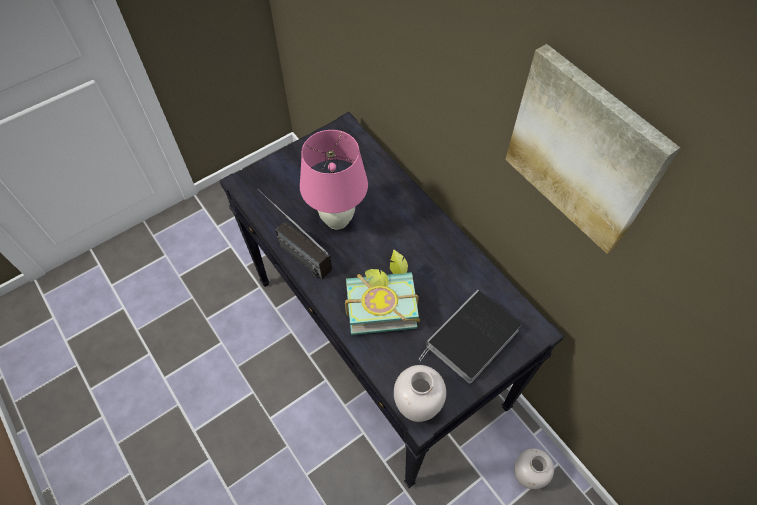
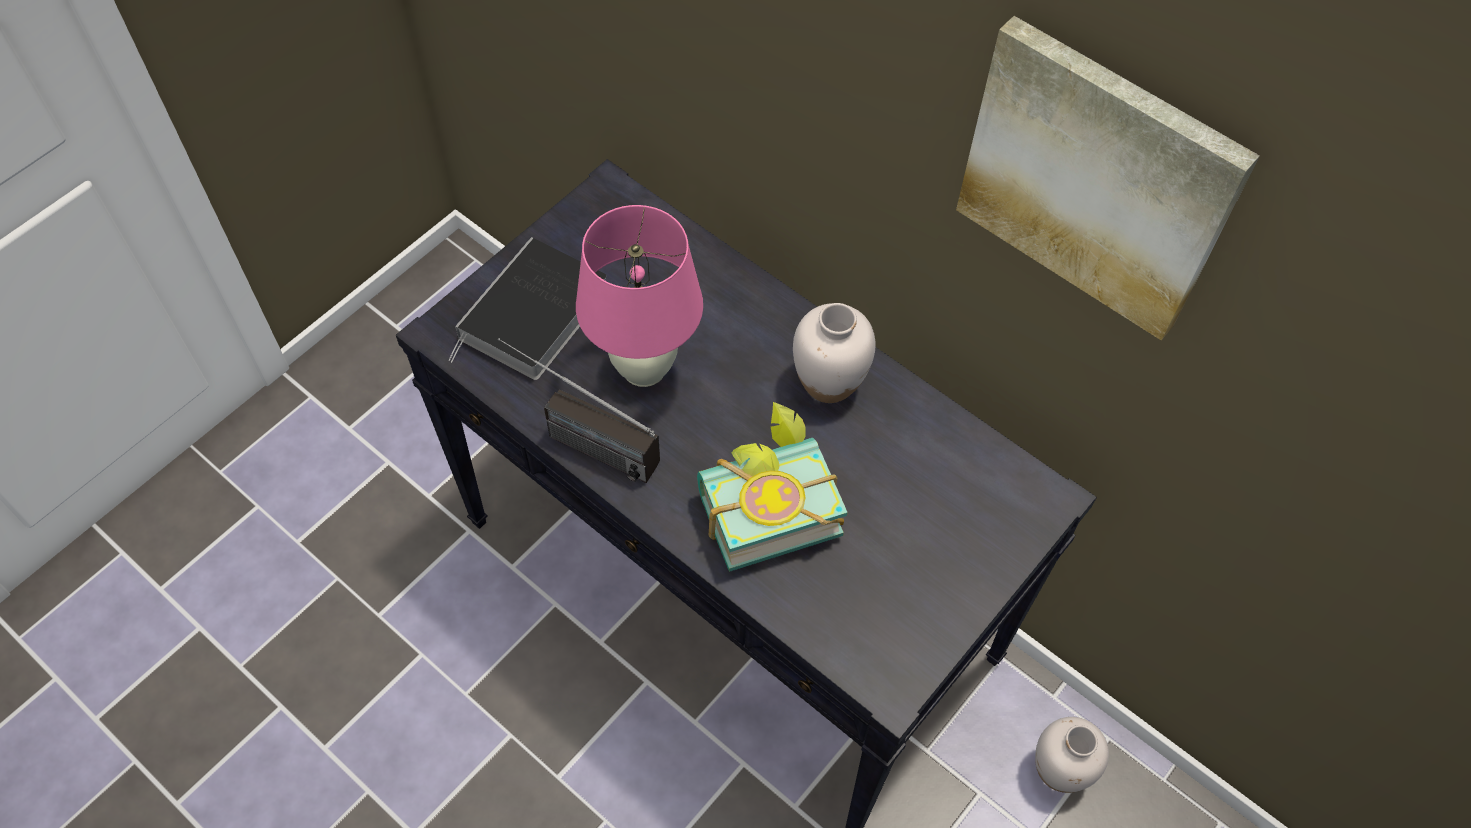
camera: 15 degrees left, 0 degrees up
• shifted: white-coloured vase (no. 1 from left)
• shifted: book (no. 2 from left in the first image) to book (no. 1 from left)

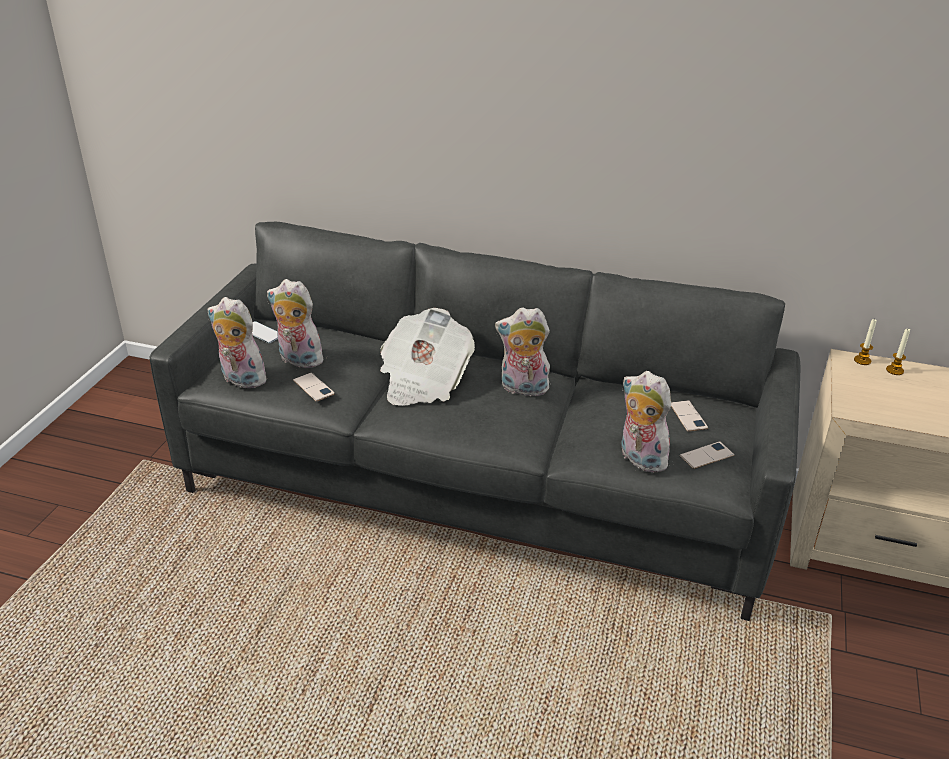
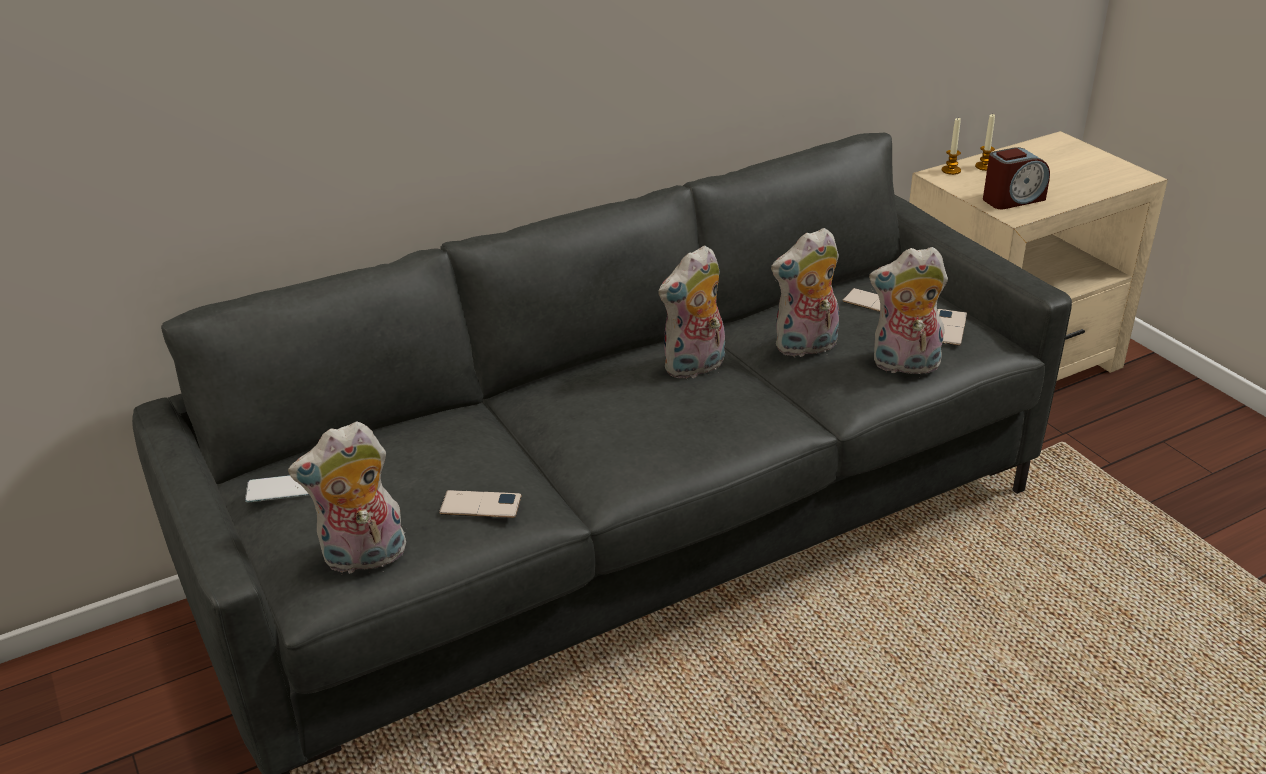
camera: 45 degrees left, 0 degrees up
• shifted: plush toy (no. 2 from left in the first image) to plush toy (no. 3 from left)
• gone: printed paper
• new: bedside clock

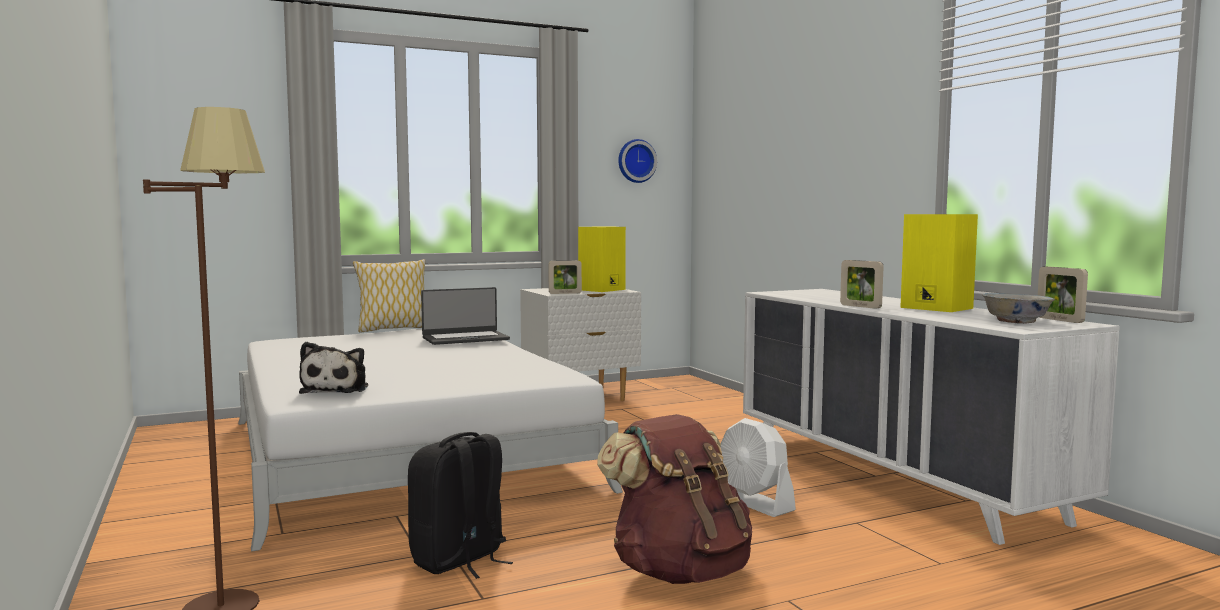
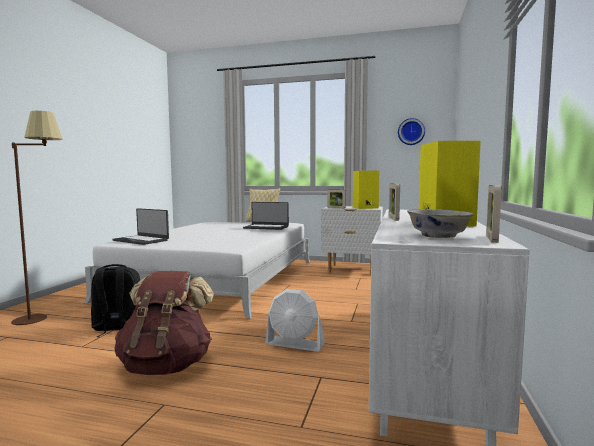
camera: 40 degrees right, 0 degrees up
• swapped: plush toy to laptop (no. 1 from left)
• rotated: white-coloured fan 75 degrees counterclockwise

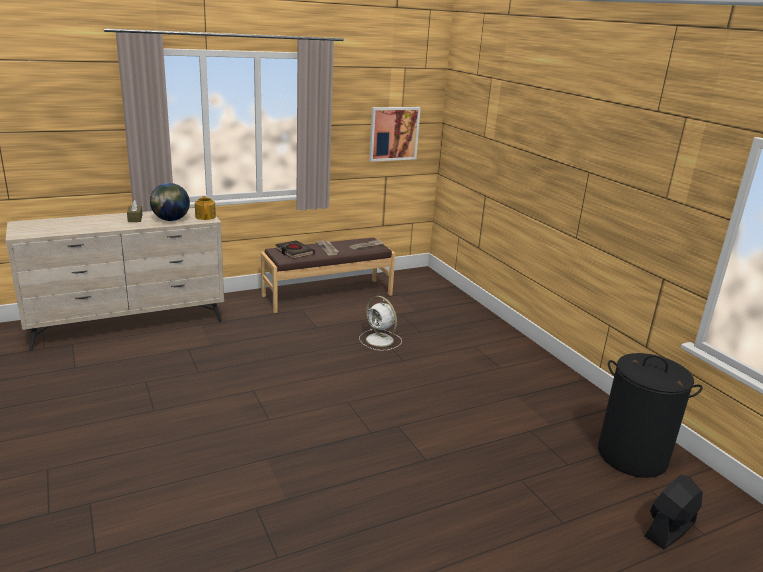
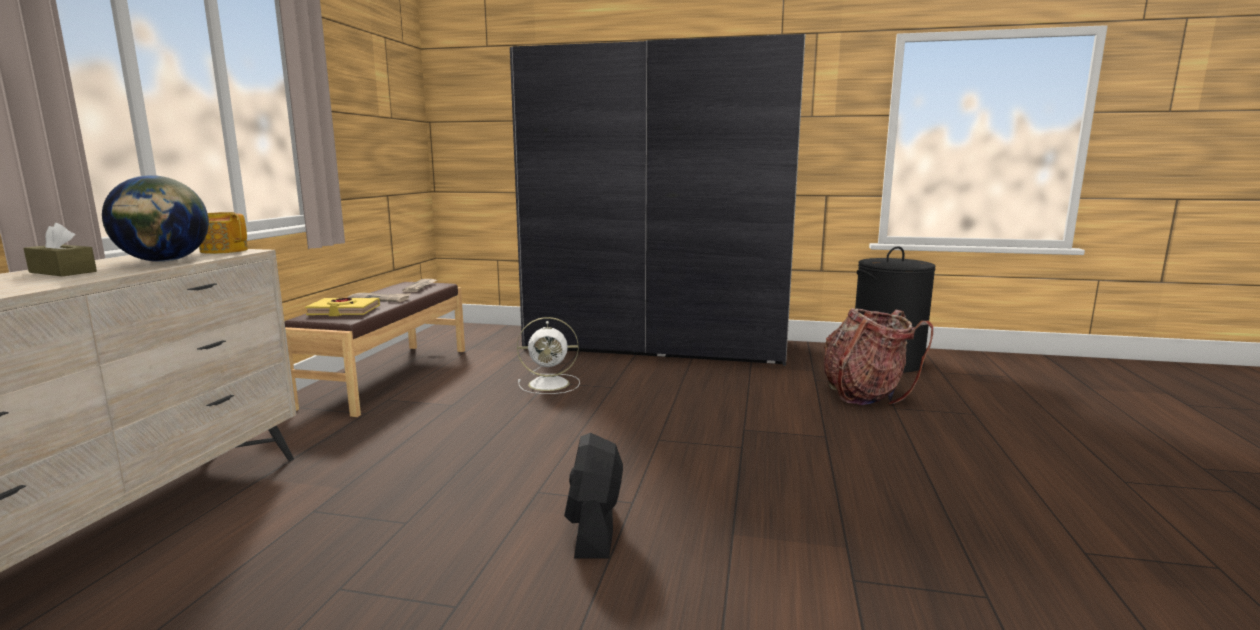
camera: 50 degrees left, 10 degrees down
• repainted: black-coloured book to yellowish book
• gone: picture
• shifted: black-coloured fan
• new: grey clothes cupboard
• new: backpack

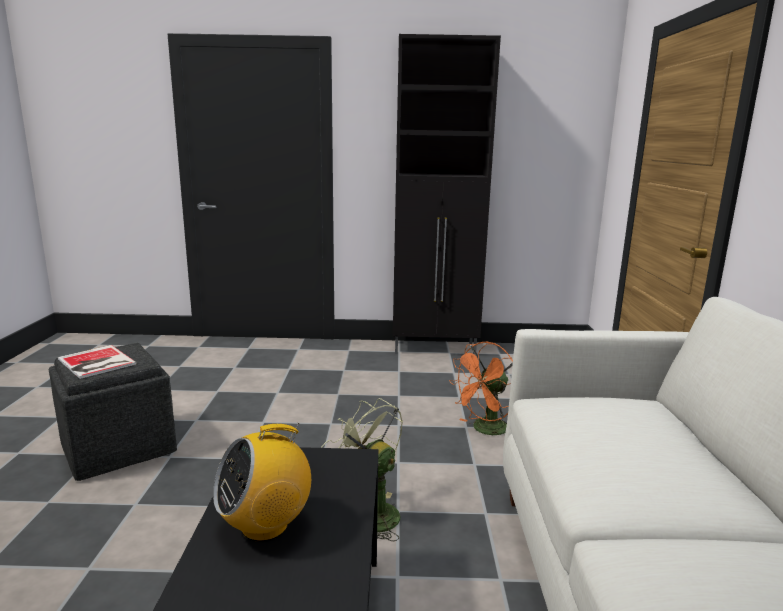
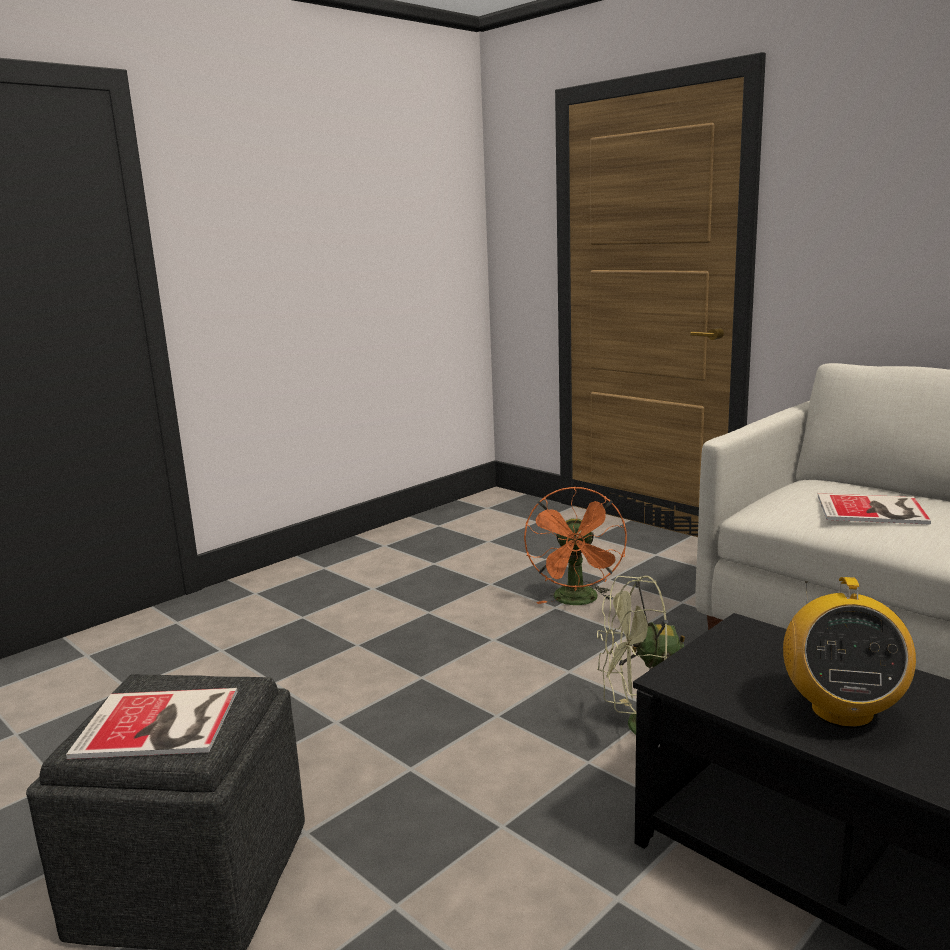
camera: 45 degrees left, 0 degrees up
• gone: black-coloured cupboard
• new: book (no. 2 from left)

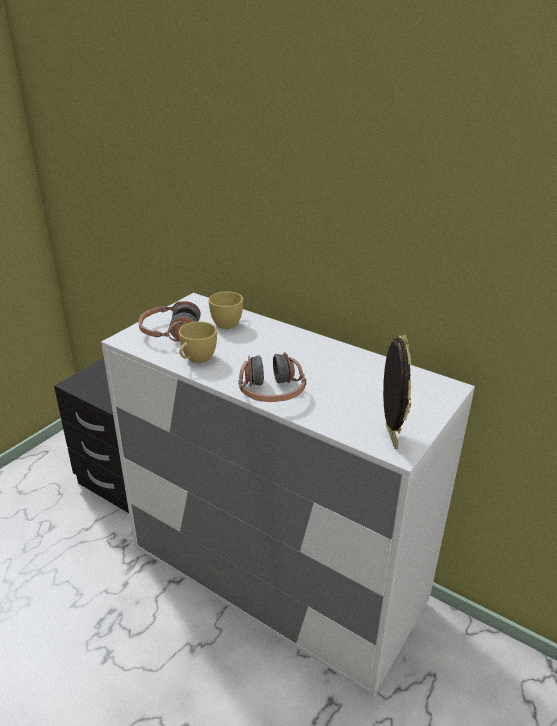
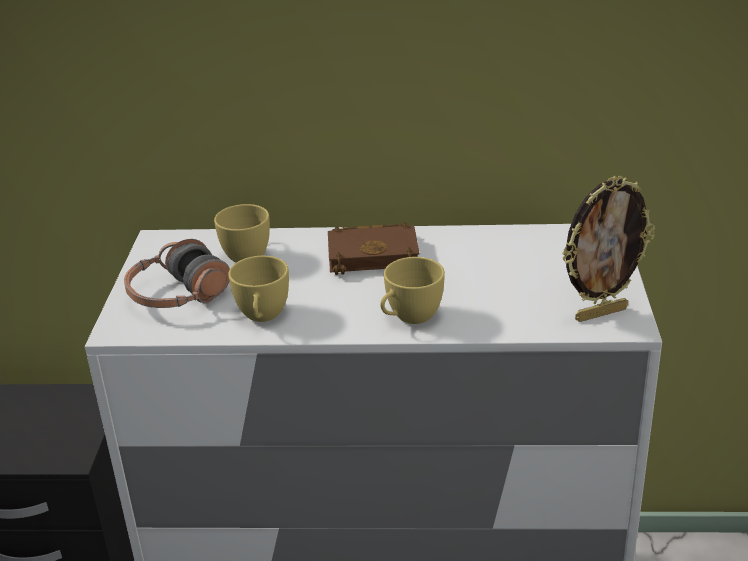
camera: 30 degrees left, 0 degrees up
• swapped: headset (no. 2 from left) to yellowish drinking cup (no. 3 from left)
• rotated: standing frame 105 degrees clockwise
• new: brown-coloured book

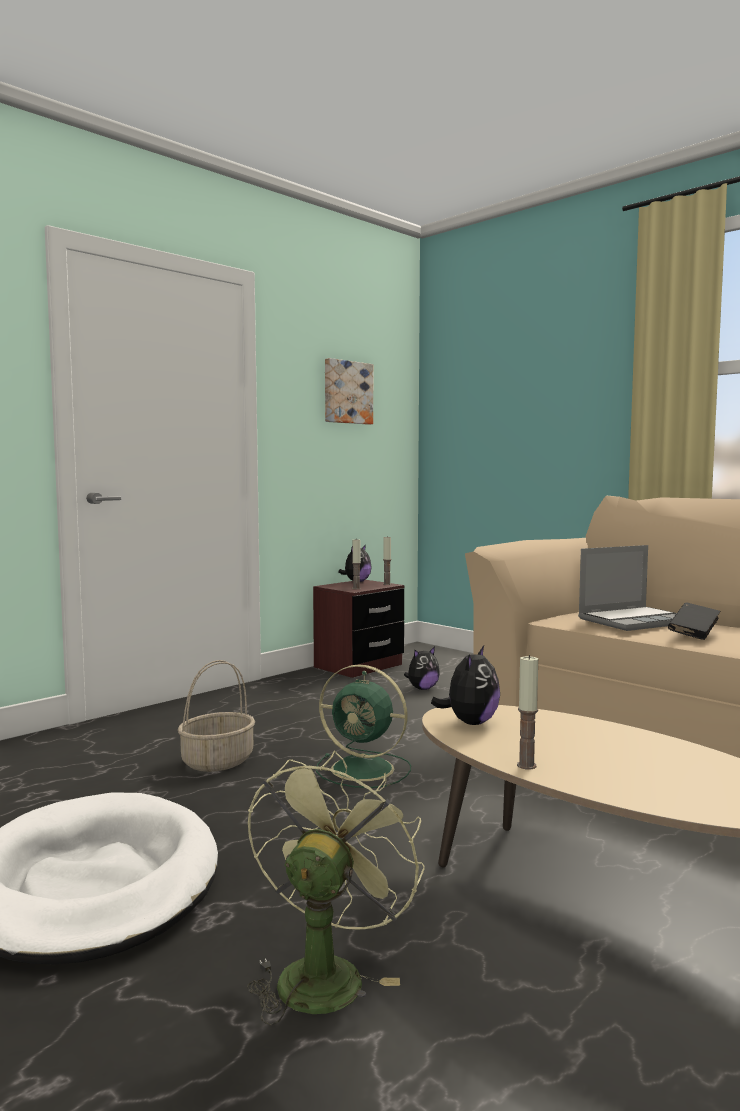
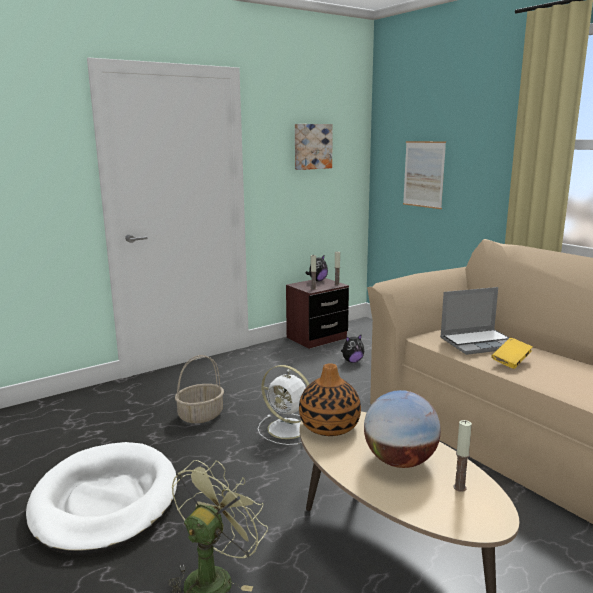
camera: 10 degrees right, 10 degrees up
• repainted: greenish fan (no. 2 from left) to white-coloured fan
• swapped: plush toy (no. 3 from left) to vase
• shifted: wax candle (no. 3 from left)
• repainted: black-coloured book to yellowish book
• new: globe
• new: picture (no. 2 from left)

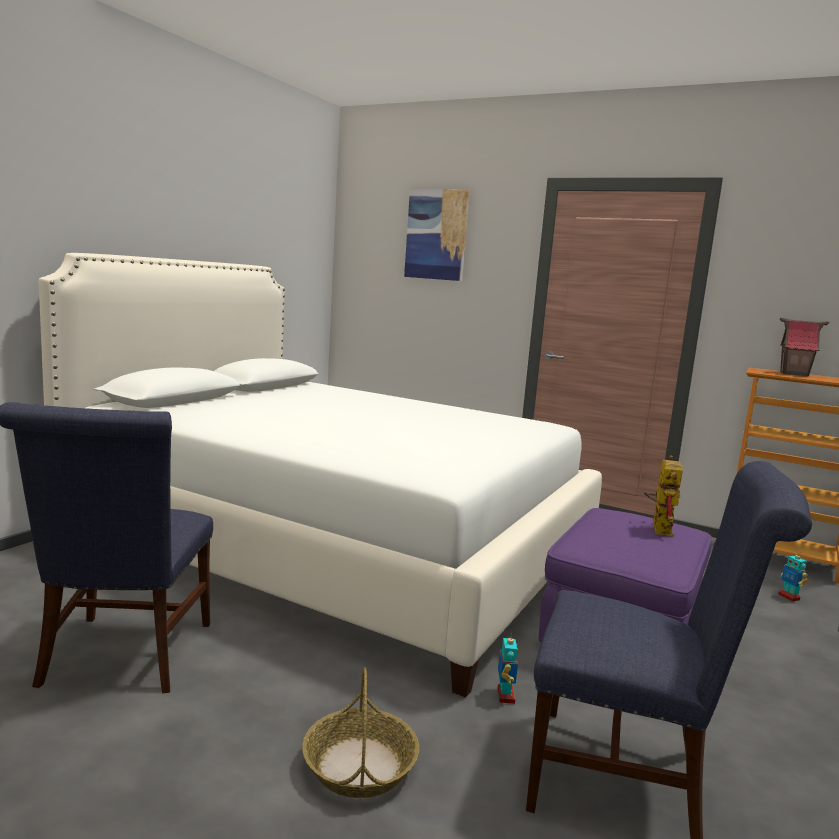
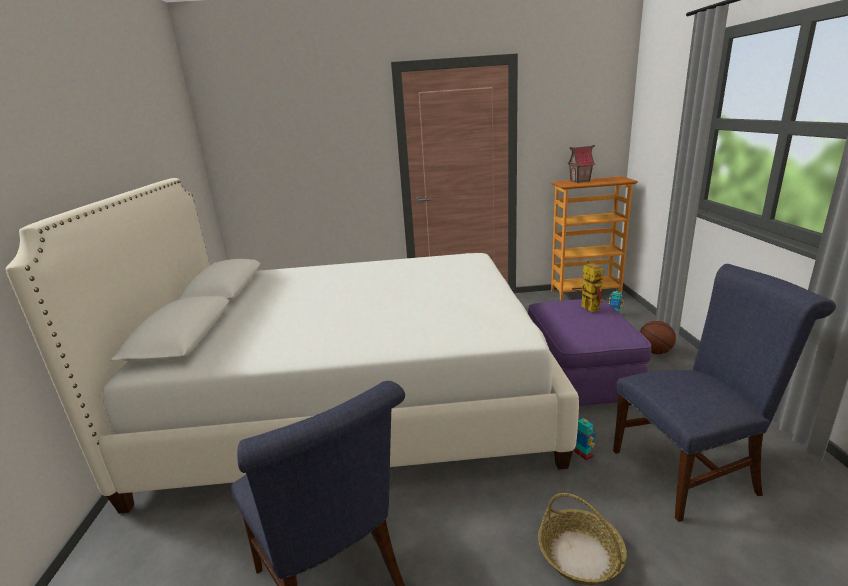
camera: 30 degrees left, 10 degrees up
• gone: picture
• new: basketball

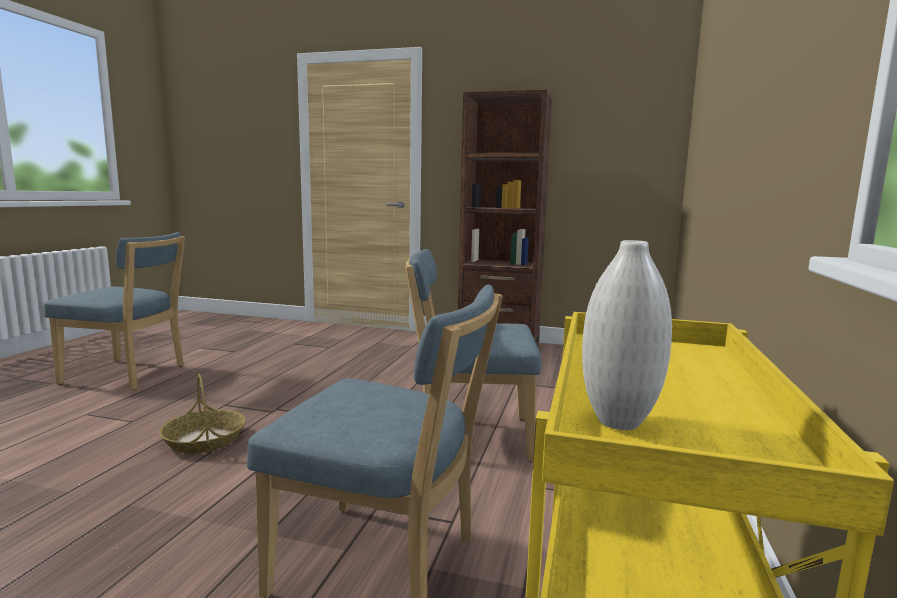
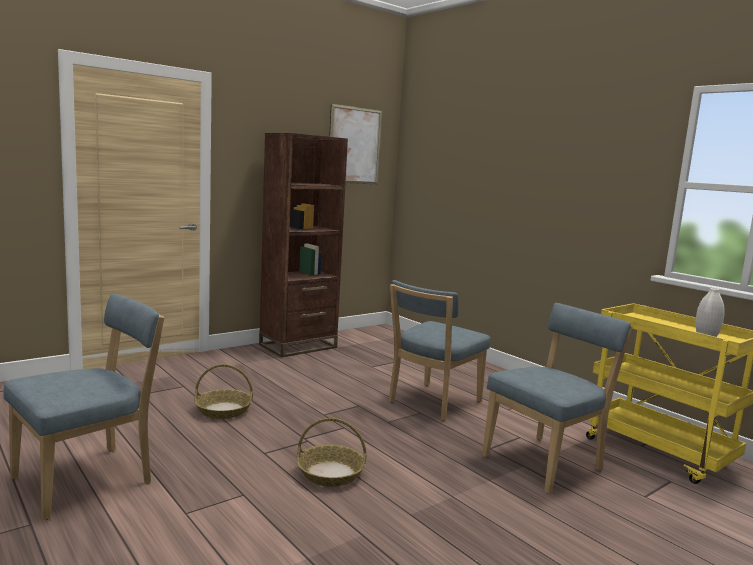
camera: 55 degrees left, 0 degrees up
• new: basket (no. 1 from left)
• new: picture

